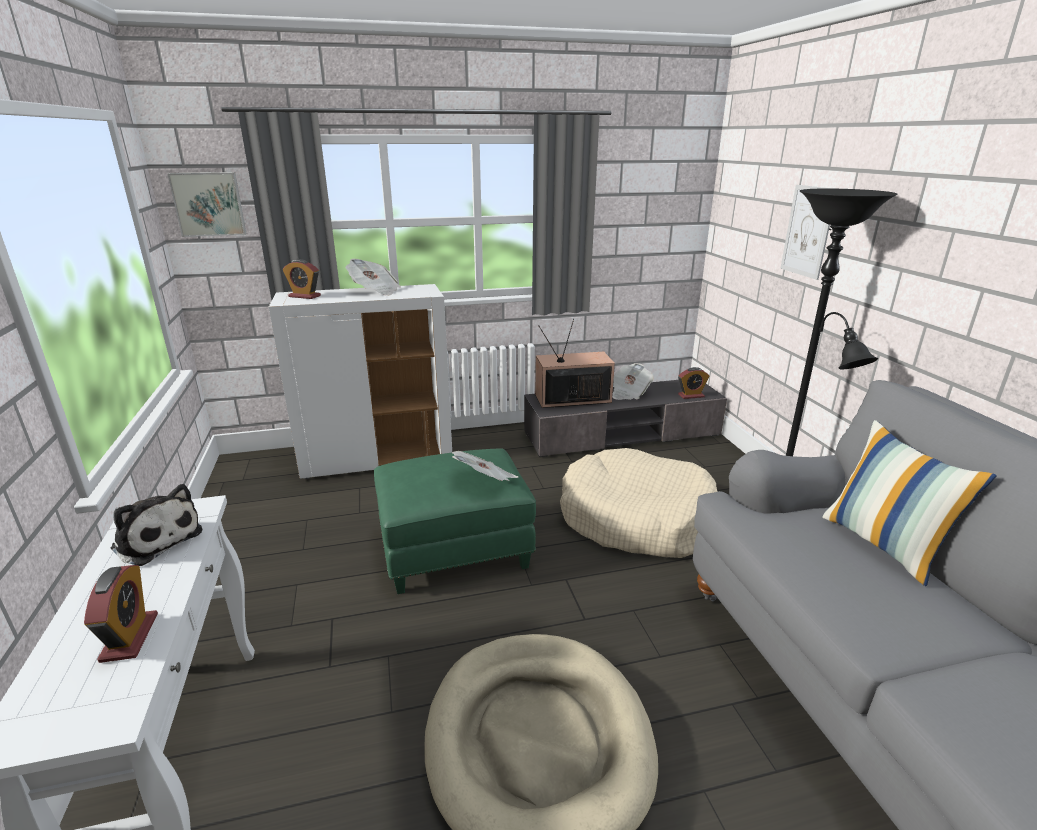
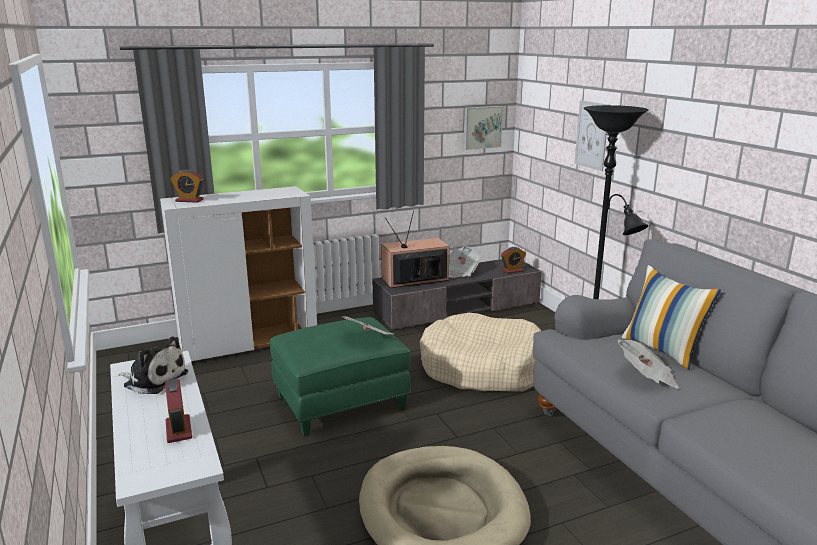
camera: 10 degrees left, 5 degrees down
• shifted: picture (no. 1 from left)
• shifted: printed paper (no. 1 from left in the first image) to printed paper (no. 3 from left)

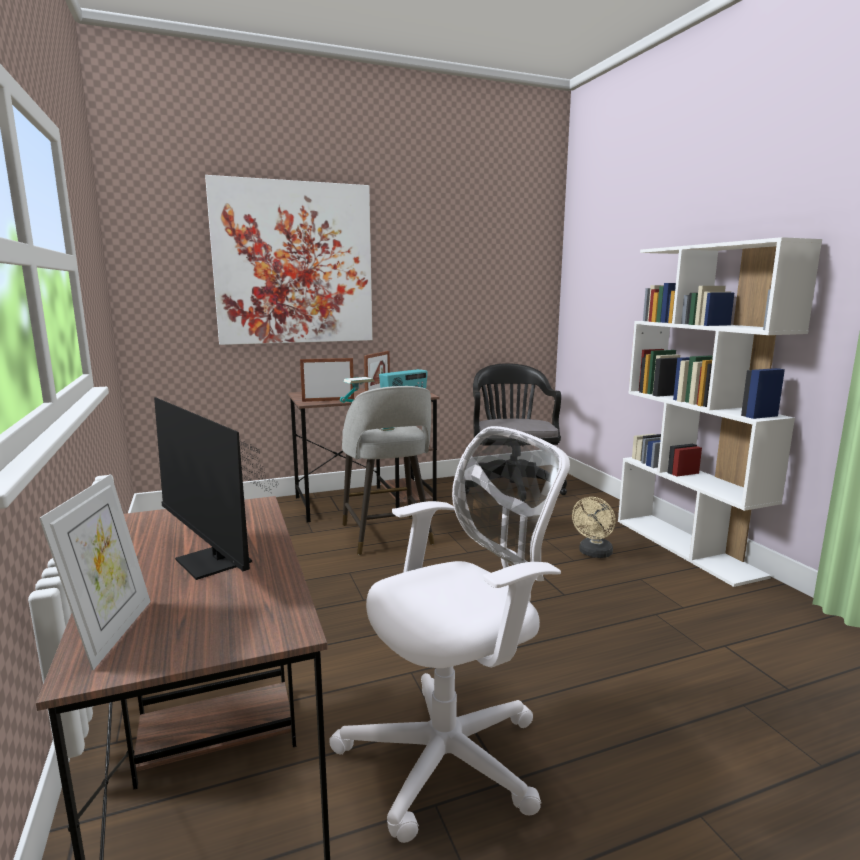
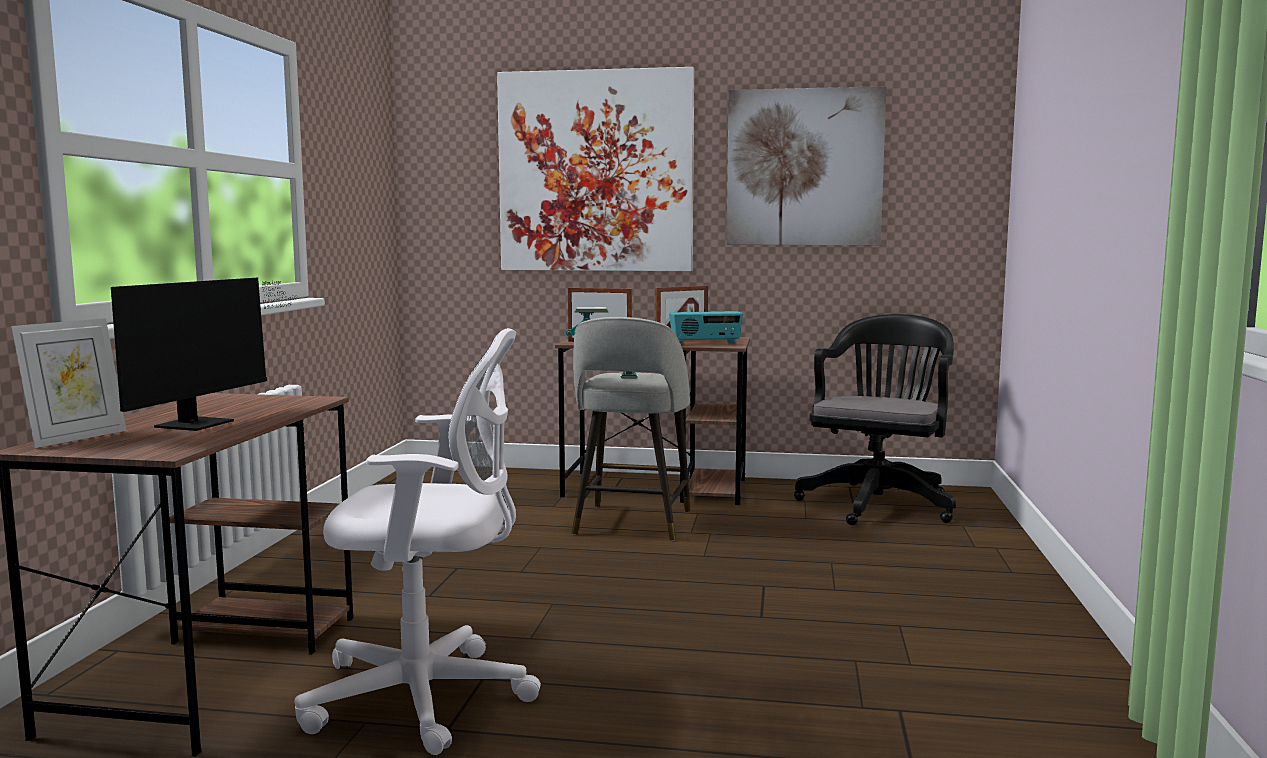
camera: 30 degrees right, 5 degrees down
• rotated: computer display 150 degrees counterclockwise
• gone: beige-coloured fan
• gone: white-coloured shelving unit
• new: picture (no. 2 from left)

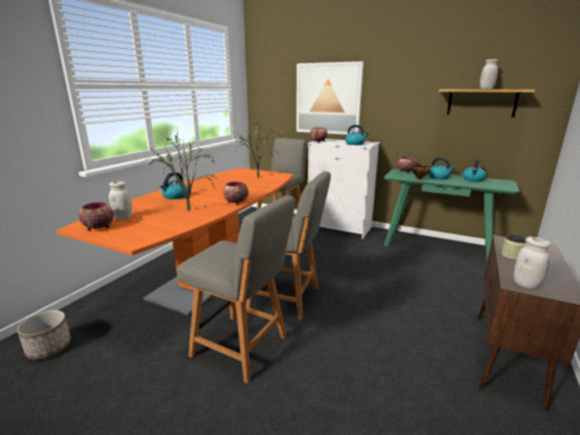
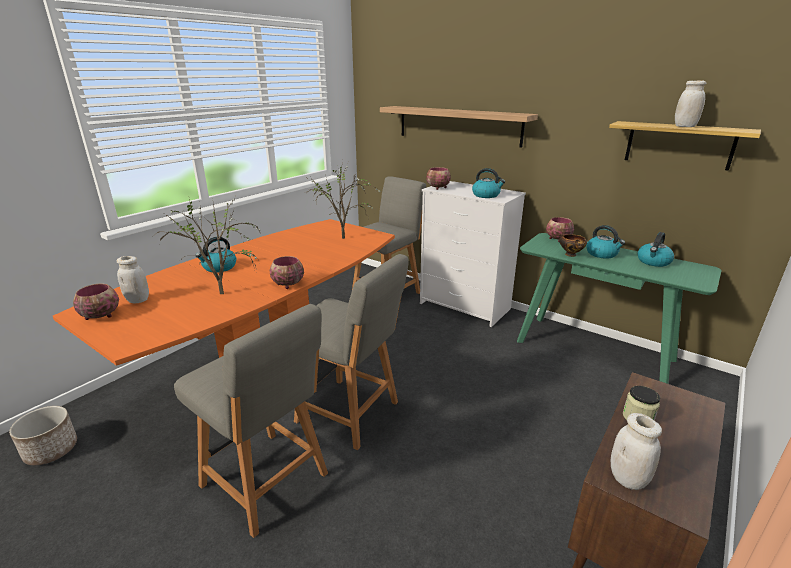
camera: 10 degrees right, 5 degrees up
• swapped: picture to wall shelf (no. 1 from left)

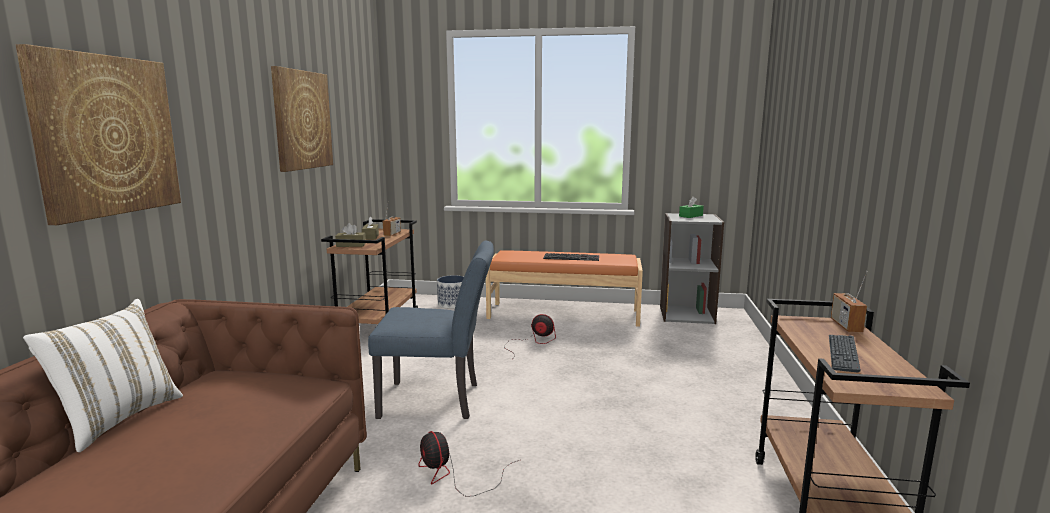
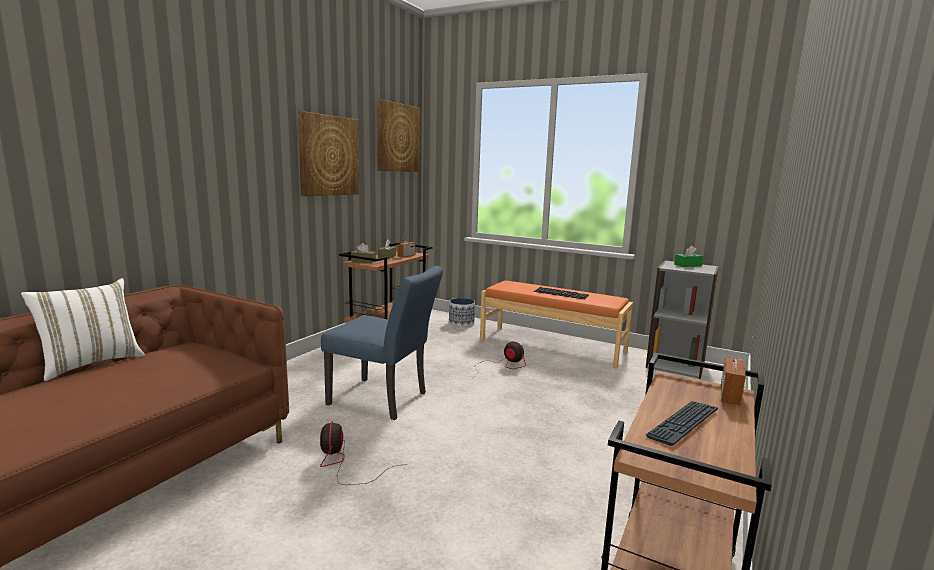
camera: 20 degrees right, 0 degrees up
• shifted: picture (no. 1 from left in the first image) to picture (no. 2 from left)

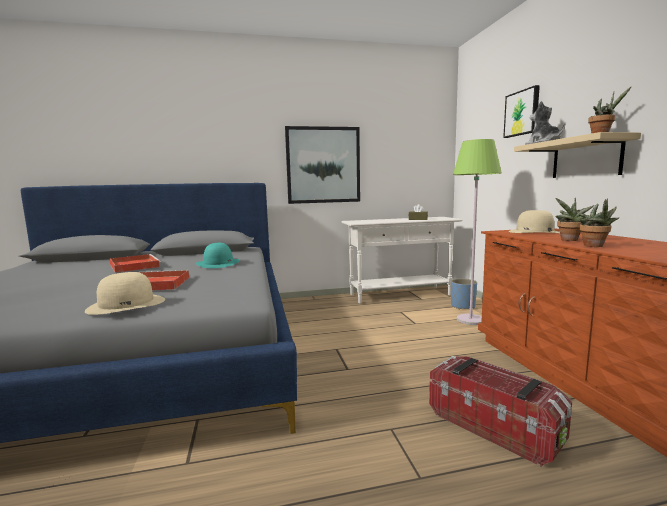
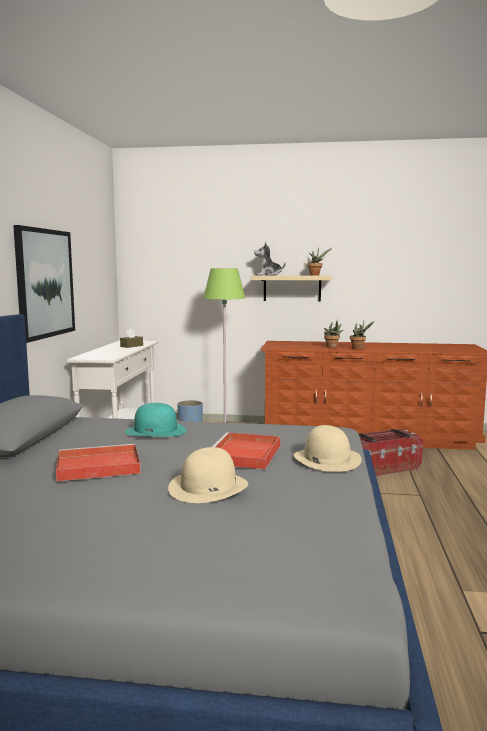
camera: 70 degrees left, 0 degrees up
• gone: picture (no. 2 from left)
• shifted: beige-coloured wearable hat (no. 2 from left in the first image) to beige-coloured wearable hat (no. 1 from left)

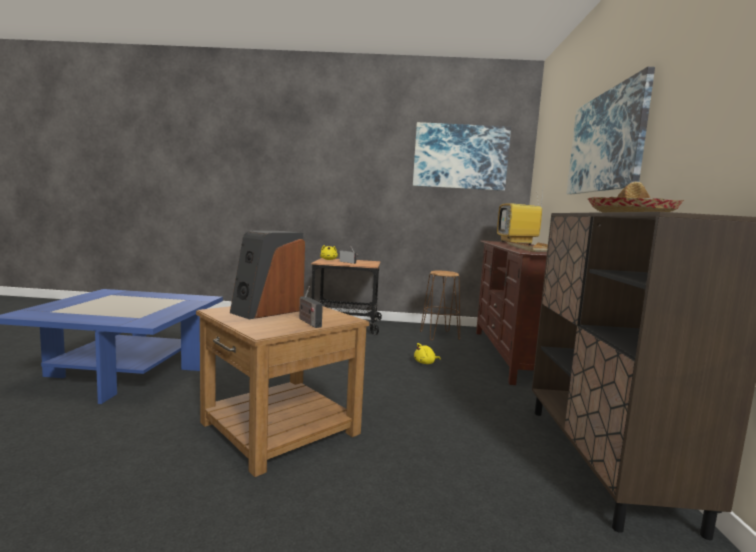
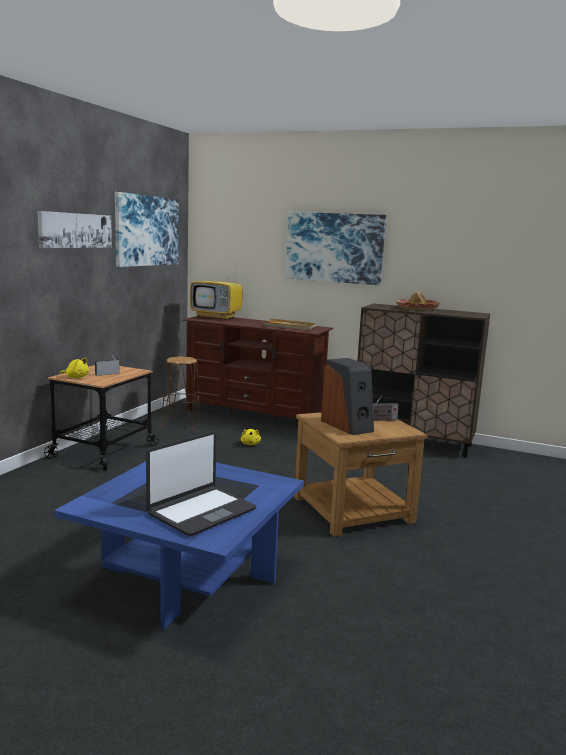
camera: 70 degrees left, 5 degrees up
• new: picture (no. 1 from left)
• new: laptop

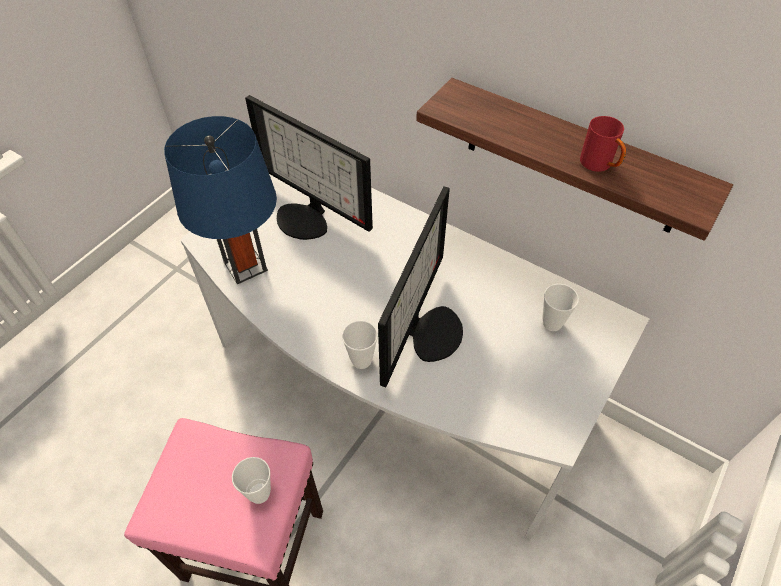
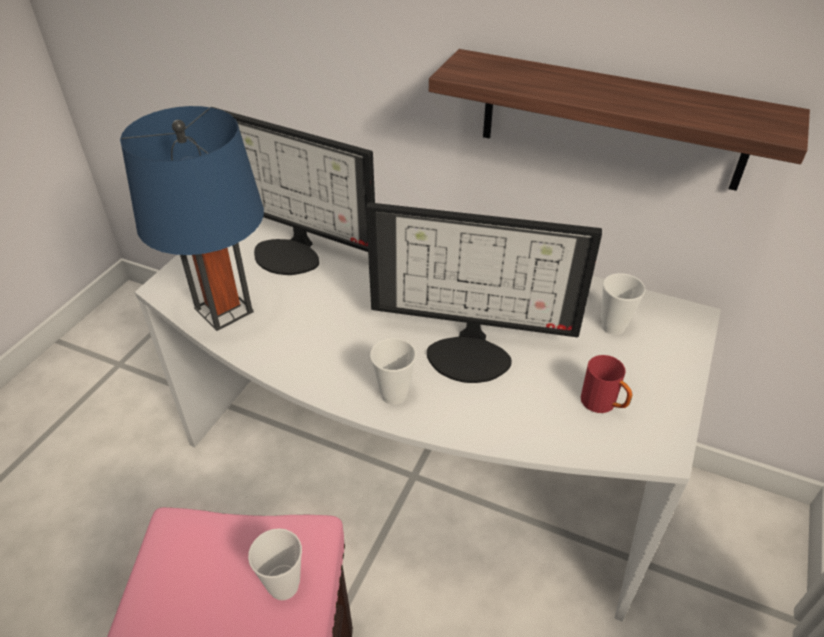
camera: 10 degrees left, 10 degrees down
• rotated: computer display (no. 2 from left) 90 degrees clockwise
• shifted: reddish mug

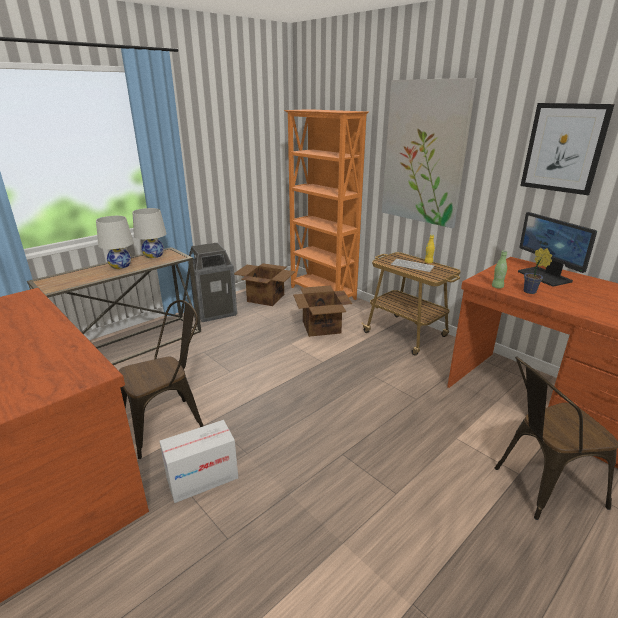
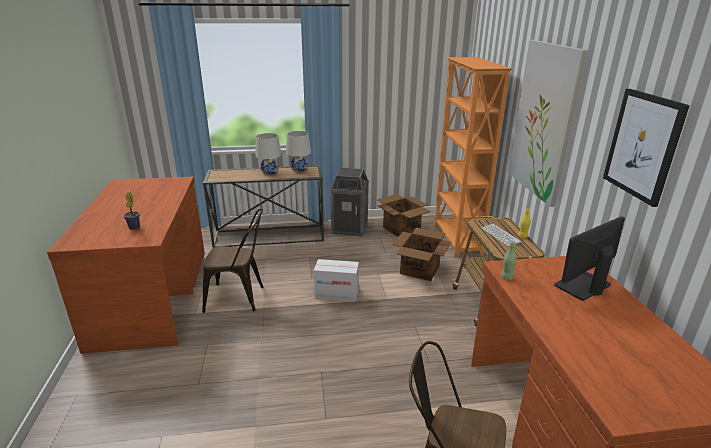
camera: 35 degrees right, 0 degrees up
• shifted: carton (no. 1 from left)
• rotated: computer display 45 degrees clockwise
• shifted: plant in a pot

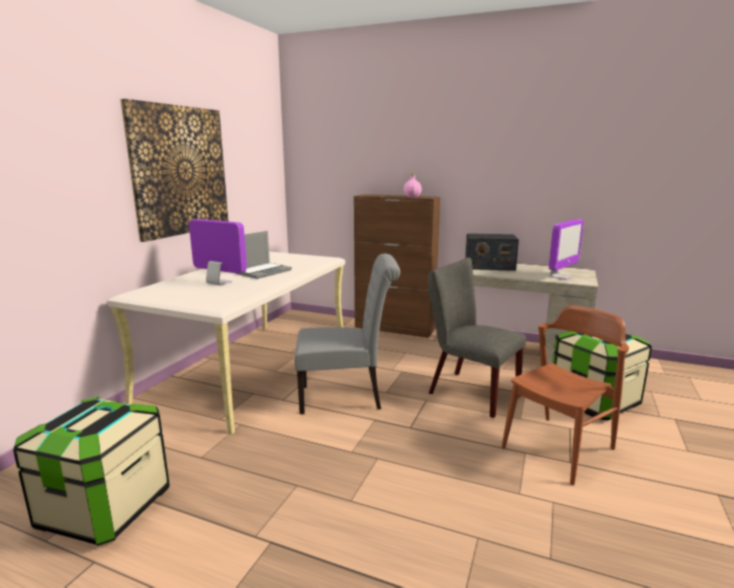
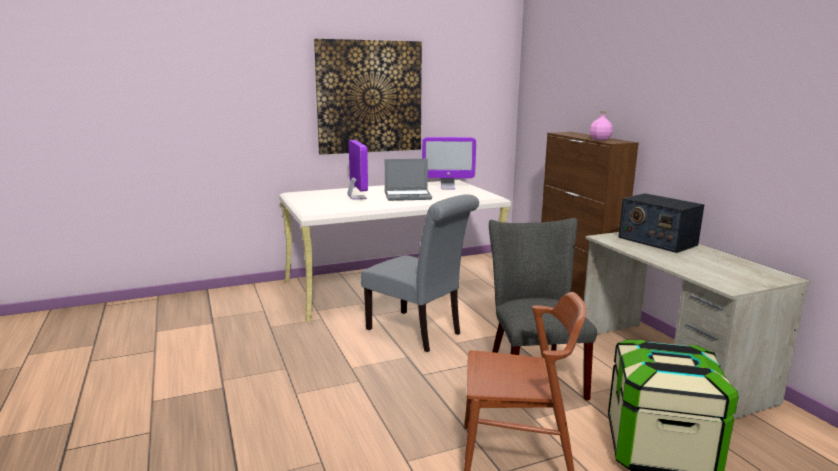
camera: 45 degrees right, 0 degrees up
• gone: storage container (no. 1 from left)
• shifted: computer display (no. 2 from left)

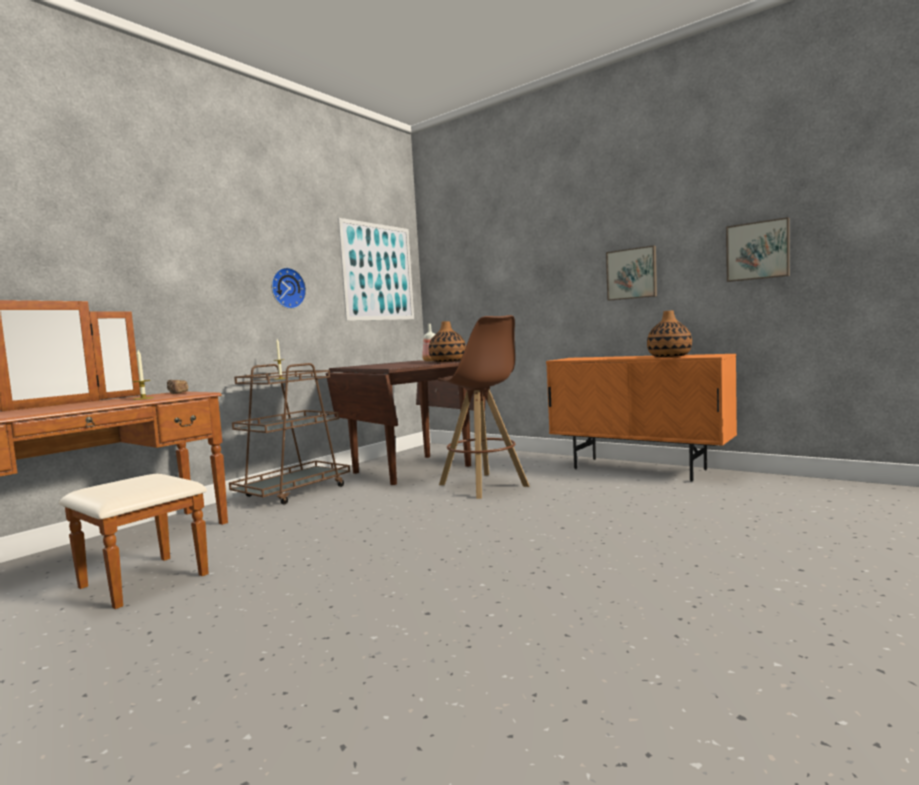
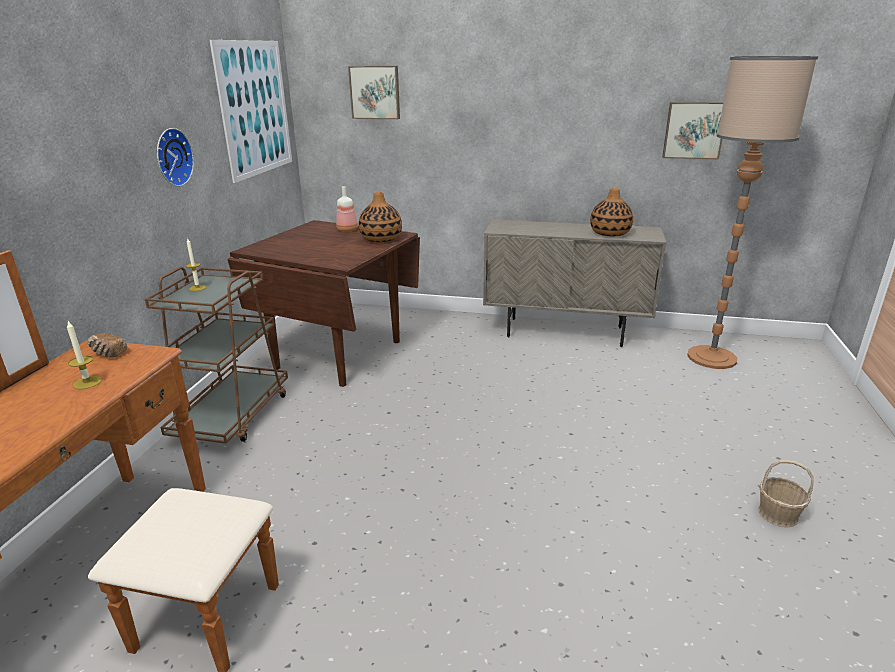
camera: 25 degrees left, 20 degrees up
• gone: brown-coloured sitting stool
• repainted: orange cupboard to beige-coloured cupboard
• shifted: picture (no. 2 from left)
• new: standing lamp
• new: basket

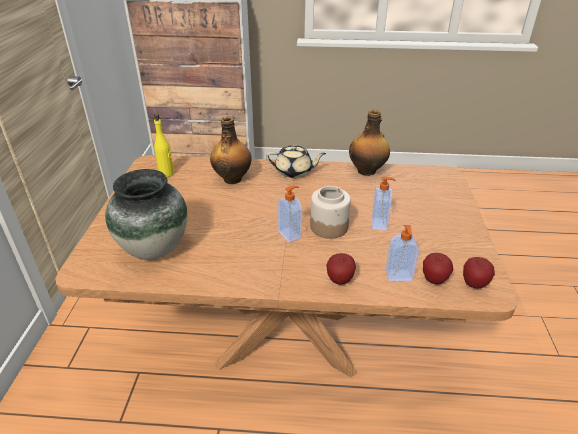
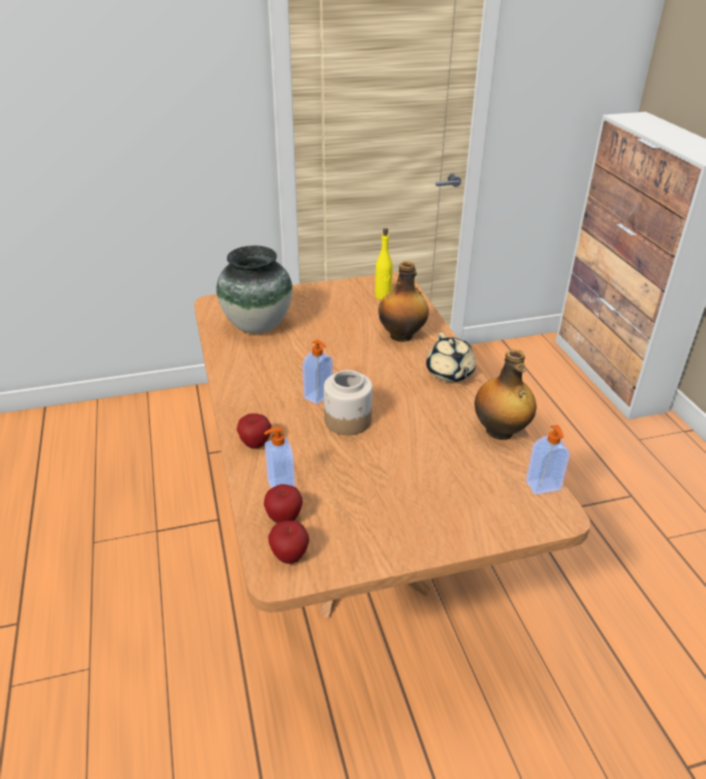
camera: 70 degrees right, 0 degrees up
• shifted: soap dispenser (no. 2 from left in the first image) to soap dispenser (no. 3 from left)

